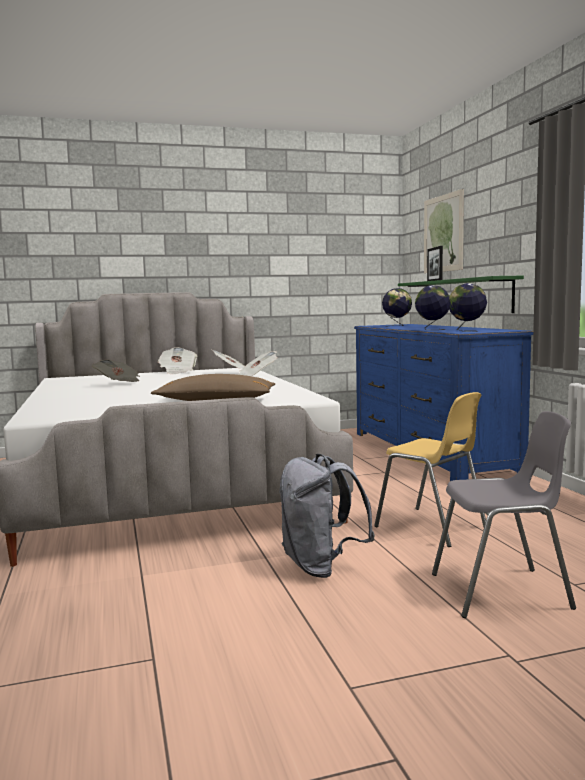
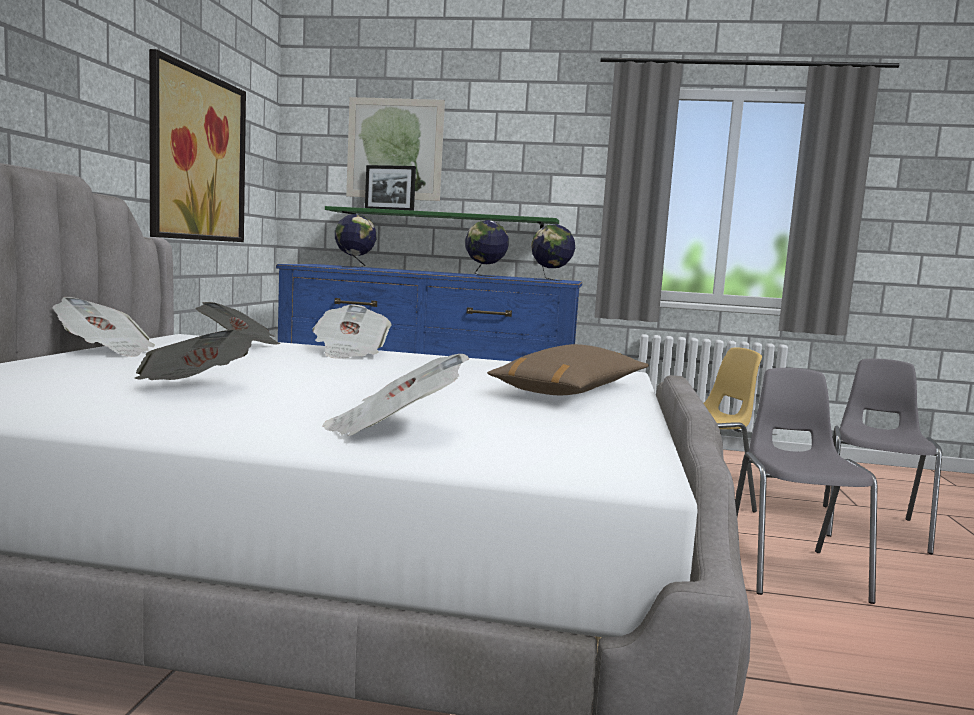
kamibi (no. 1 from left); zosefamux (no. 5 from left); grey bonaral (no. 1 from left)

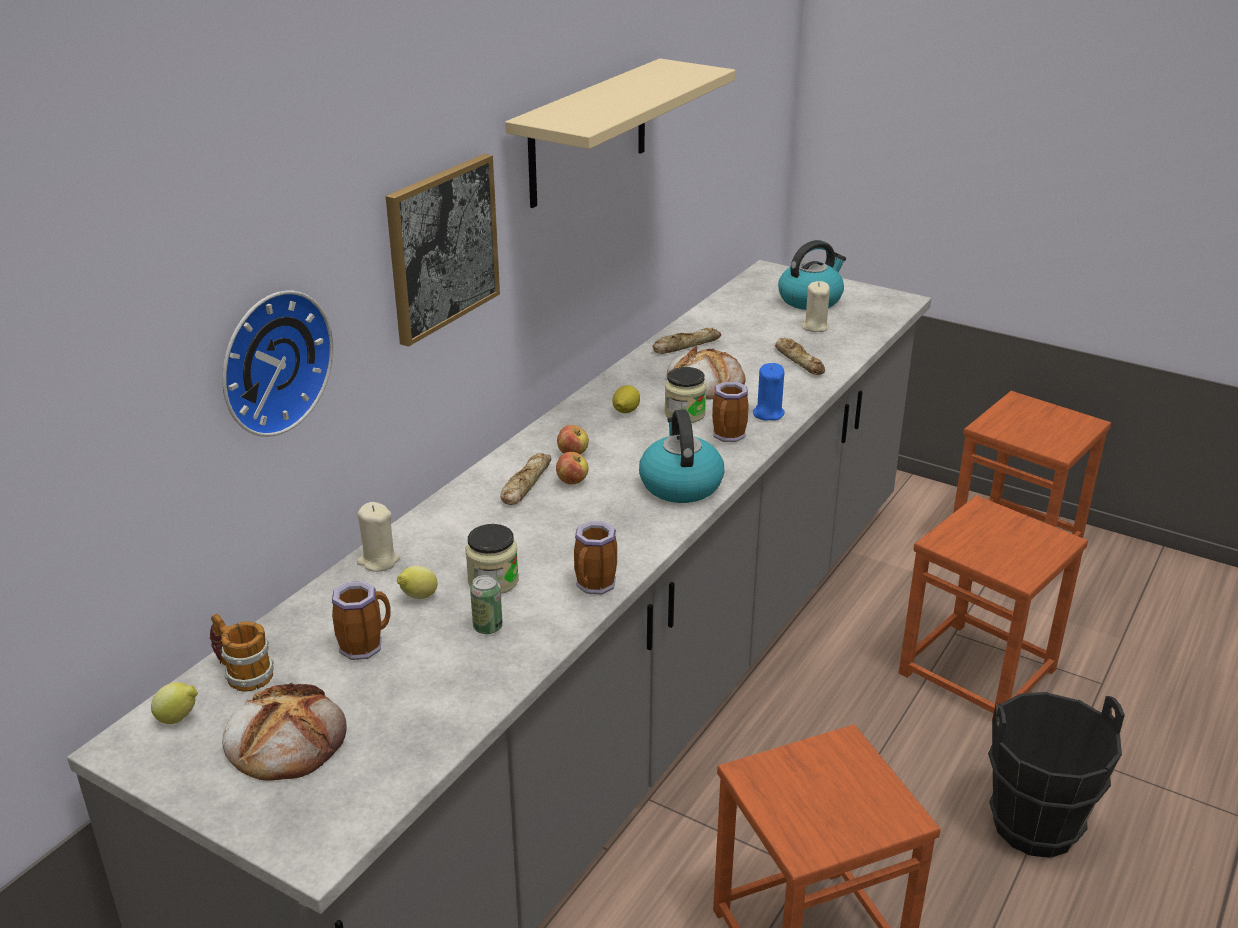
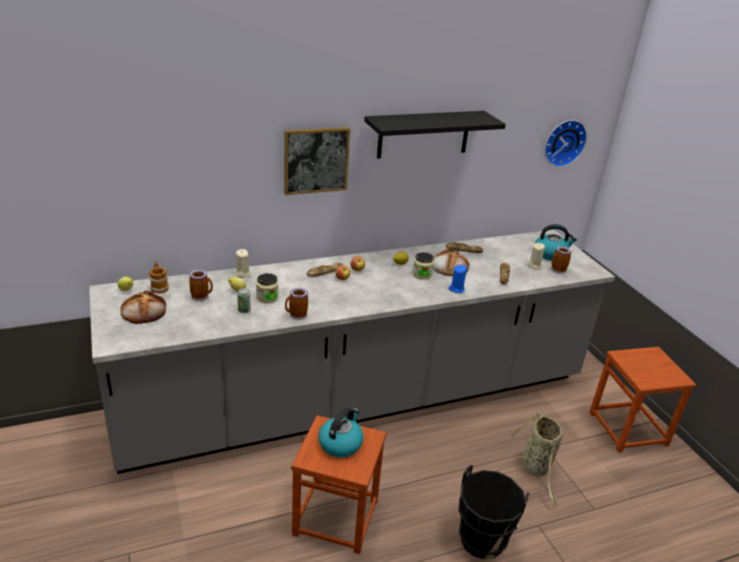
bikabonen; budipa (no. 1 from left); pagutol (no. 4 from left); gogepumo; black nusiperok

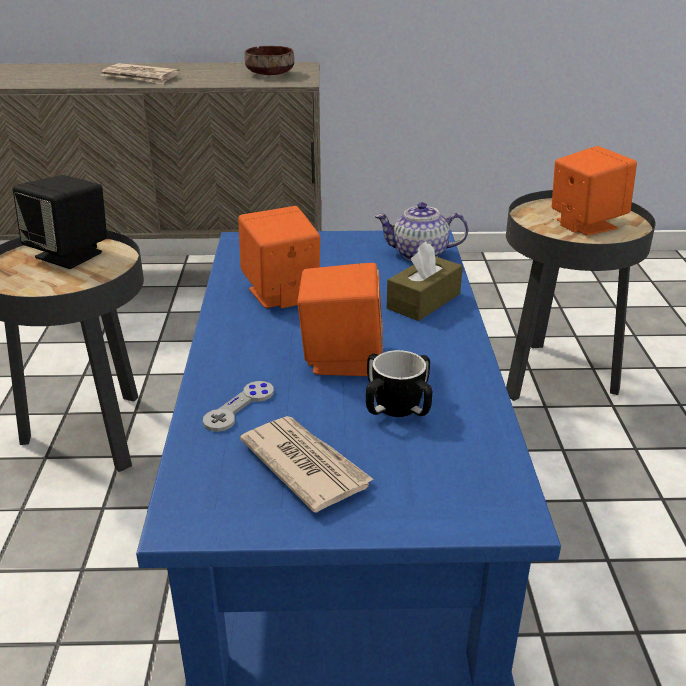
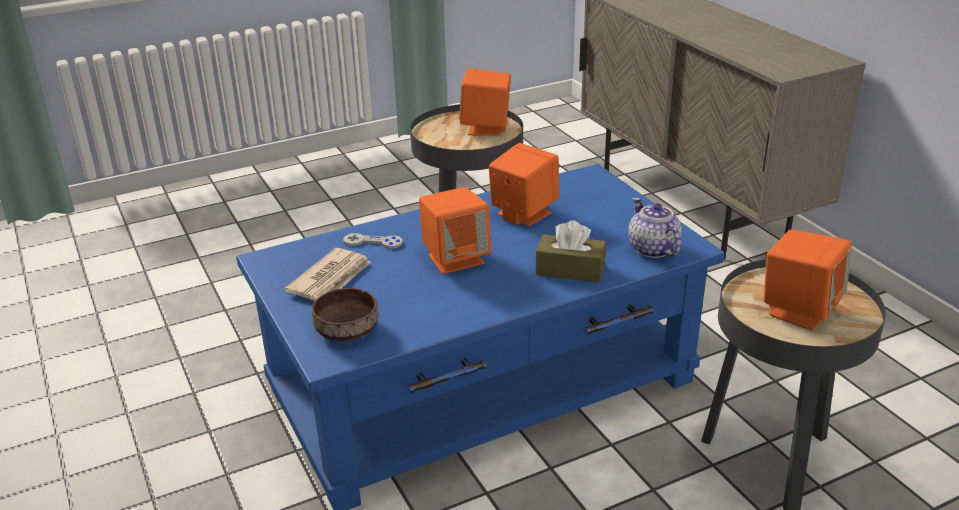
zosefamux (no. 1 from left in the first image); pagutol; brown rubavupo; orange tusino (no. 2 from left)

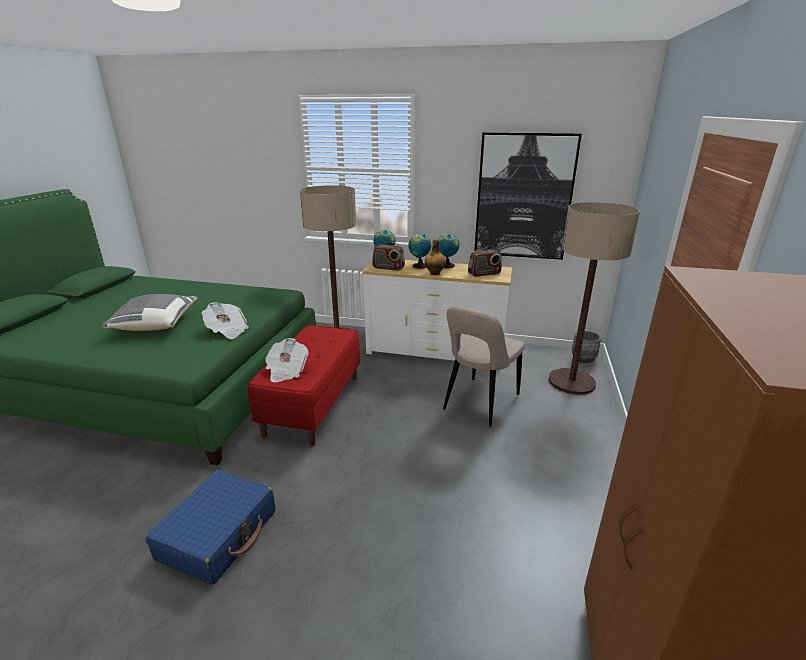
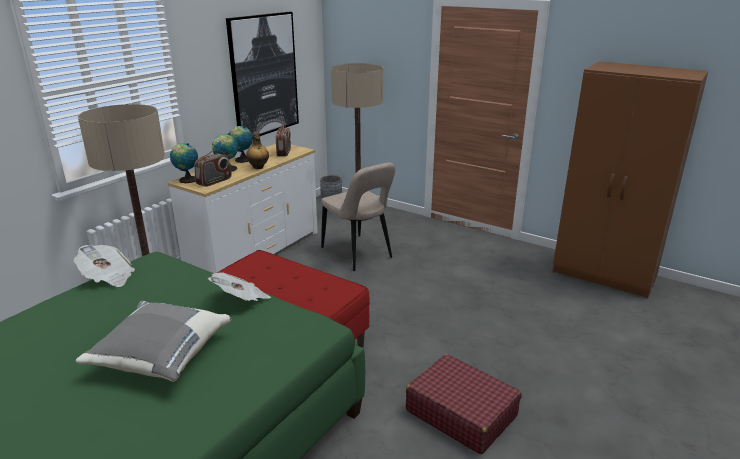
zosefamux (no. 1 from left); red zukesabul

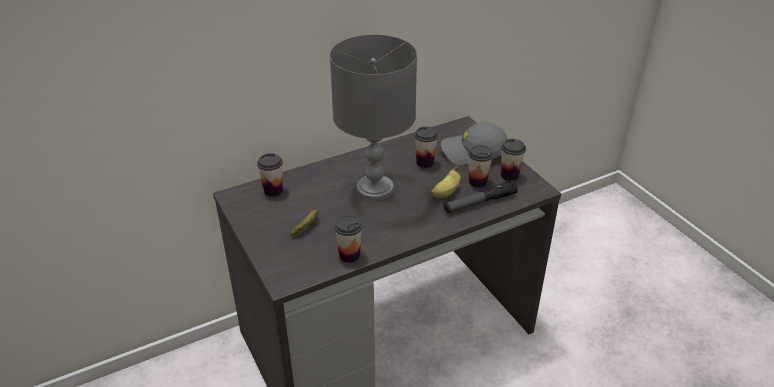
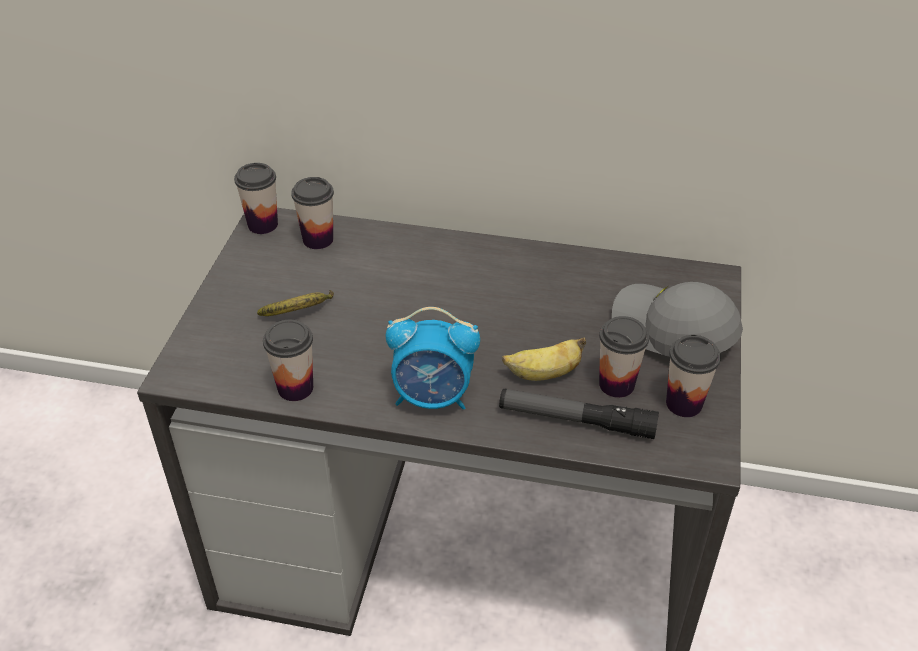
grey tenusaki; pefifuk; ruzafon (no. 1 from left)

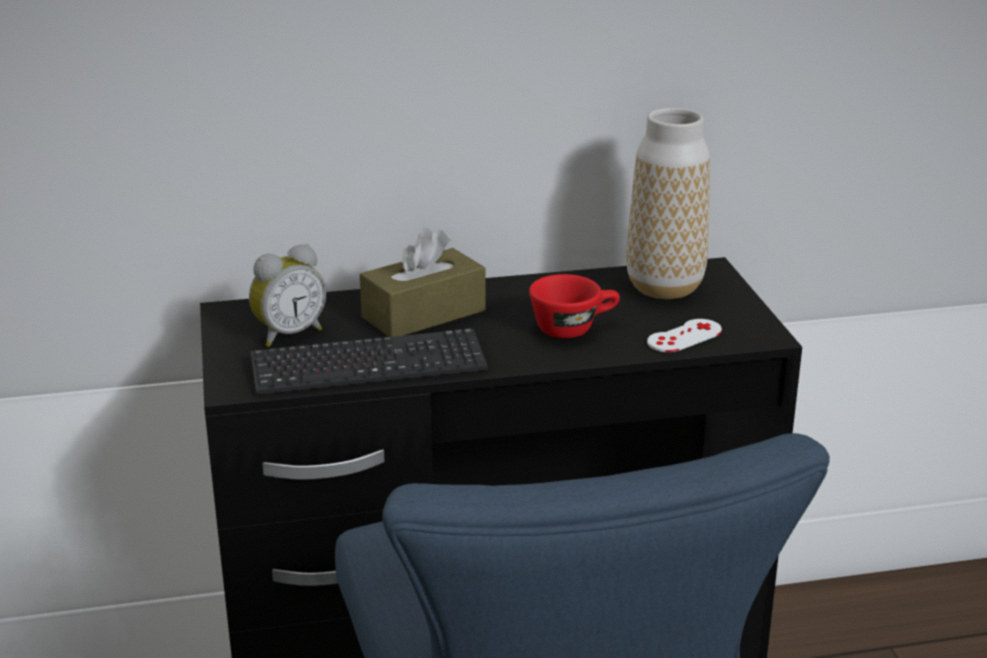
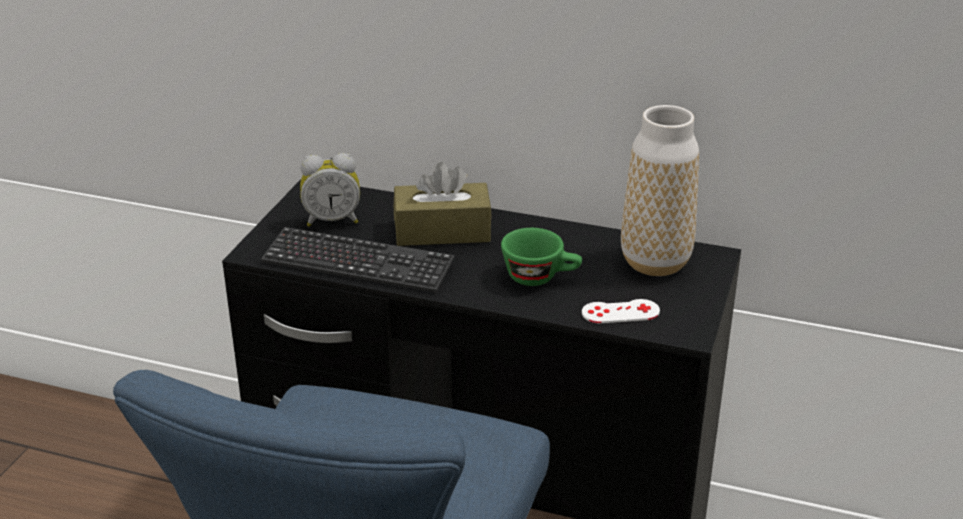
green ruzafon

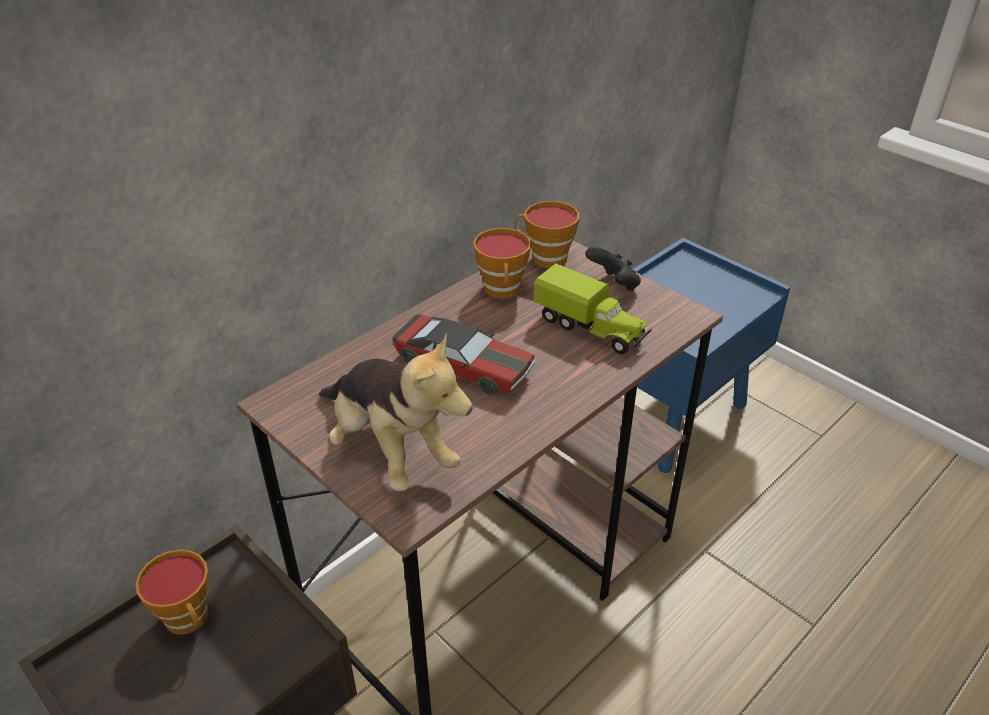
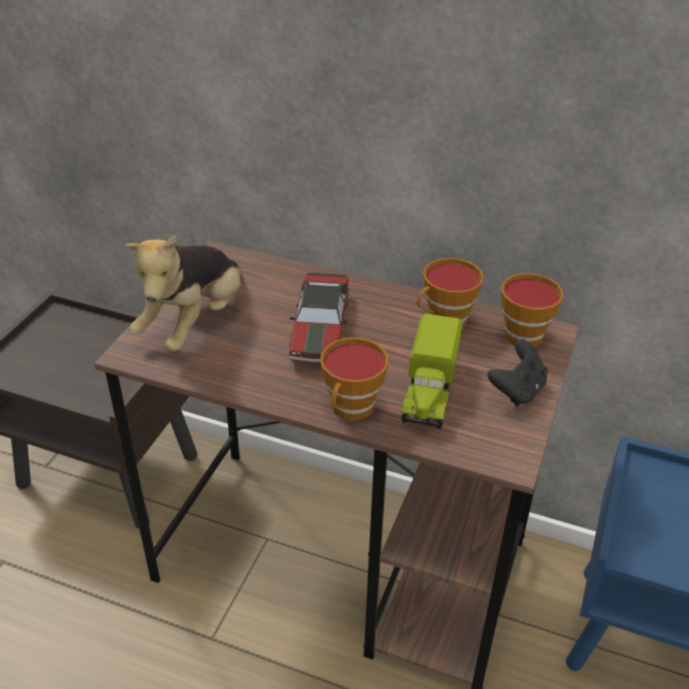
ruzafon (no. 1 from left)

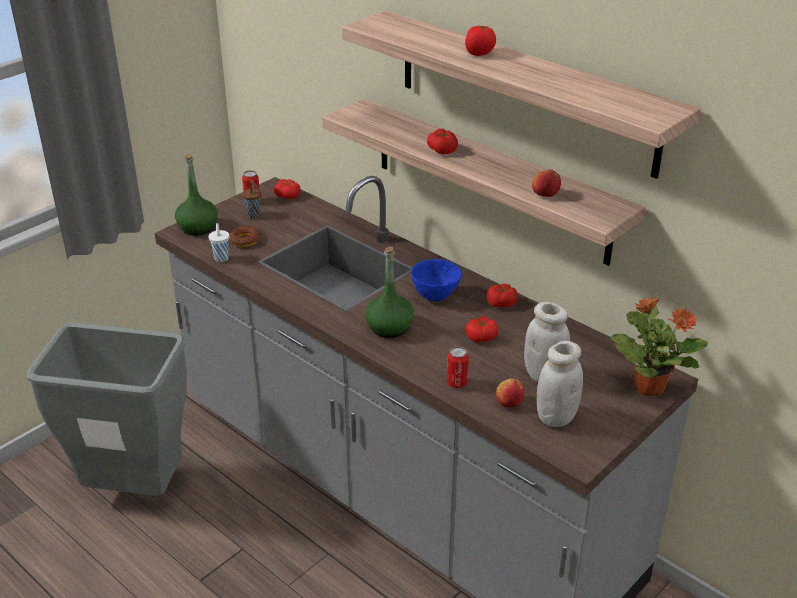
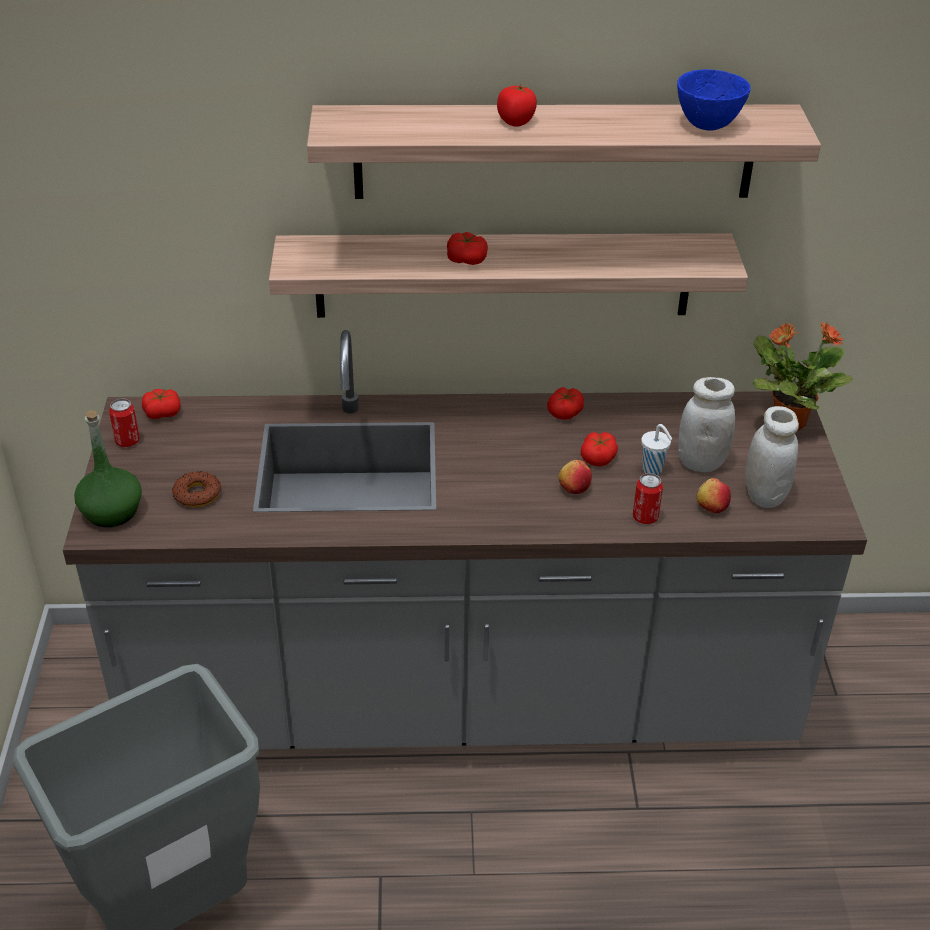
brown ruzafon; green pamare (no. 2 from left in the first image); white ruzafon; blue rubavupo; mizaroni (no. 1 from left)

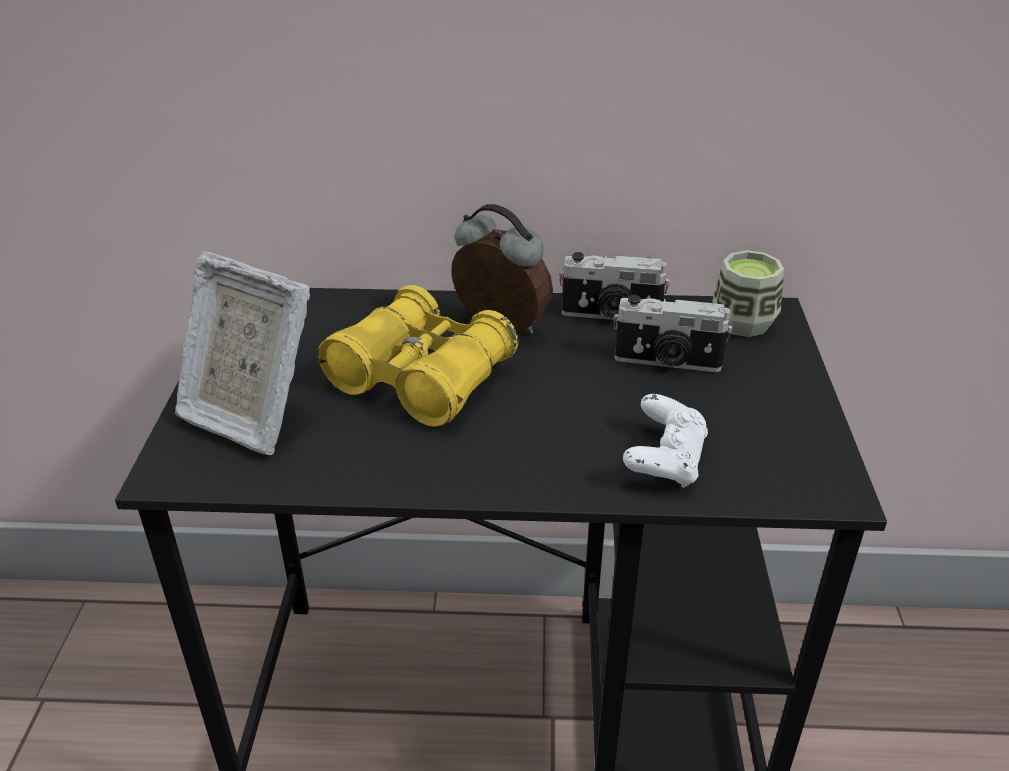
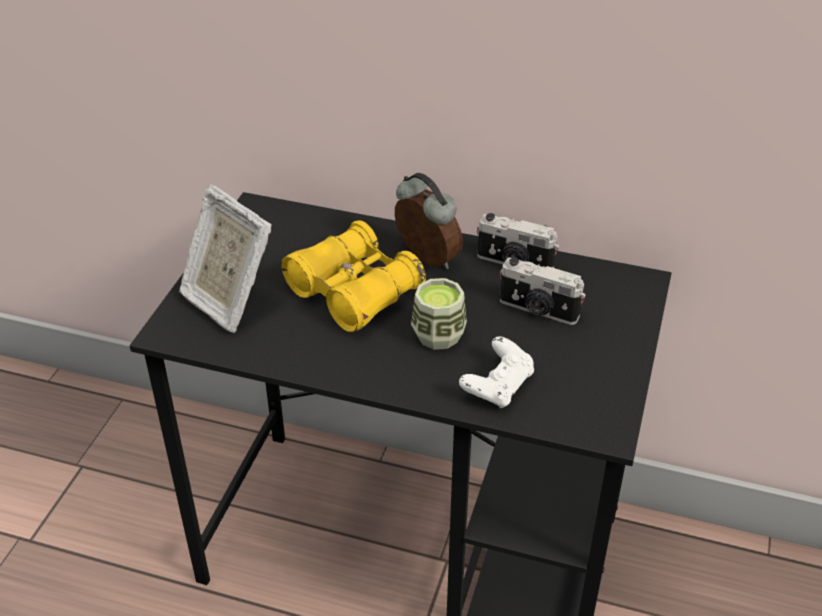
ruzafon

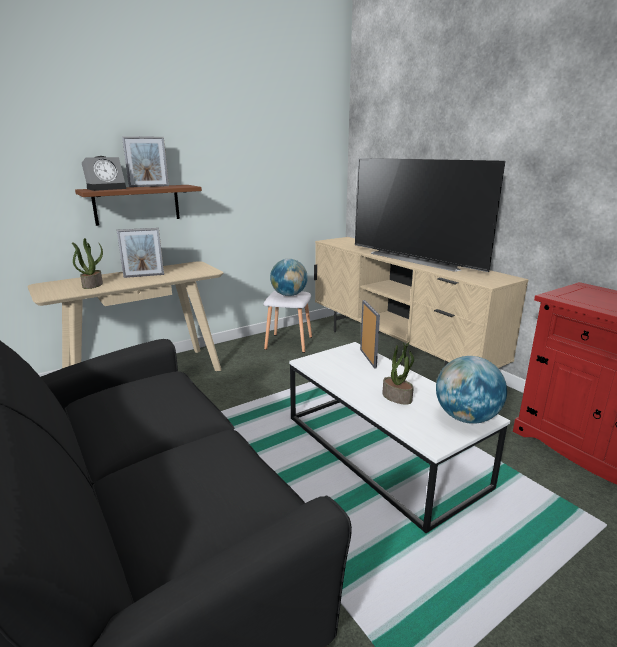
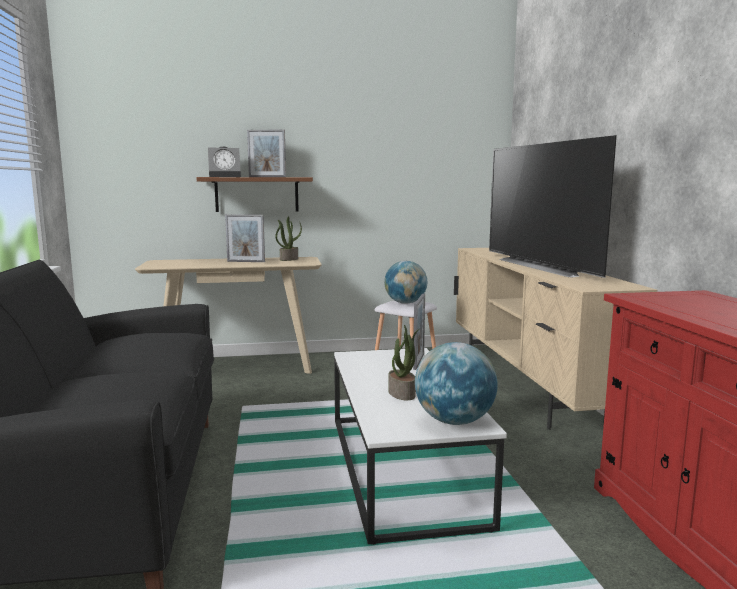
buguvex (no. 1 from left)

